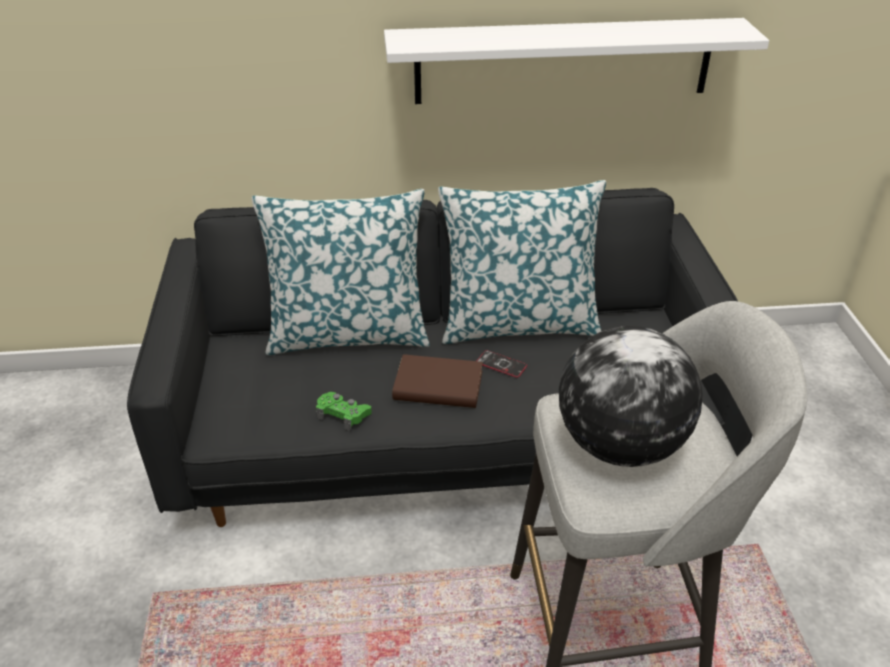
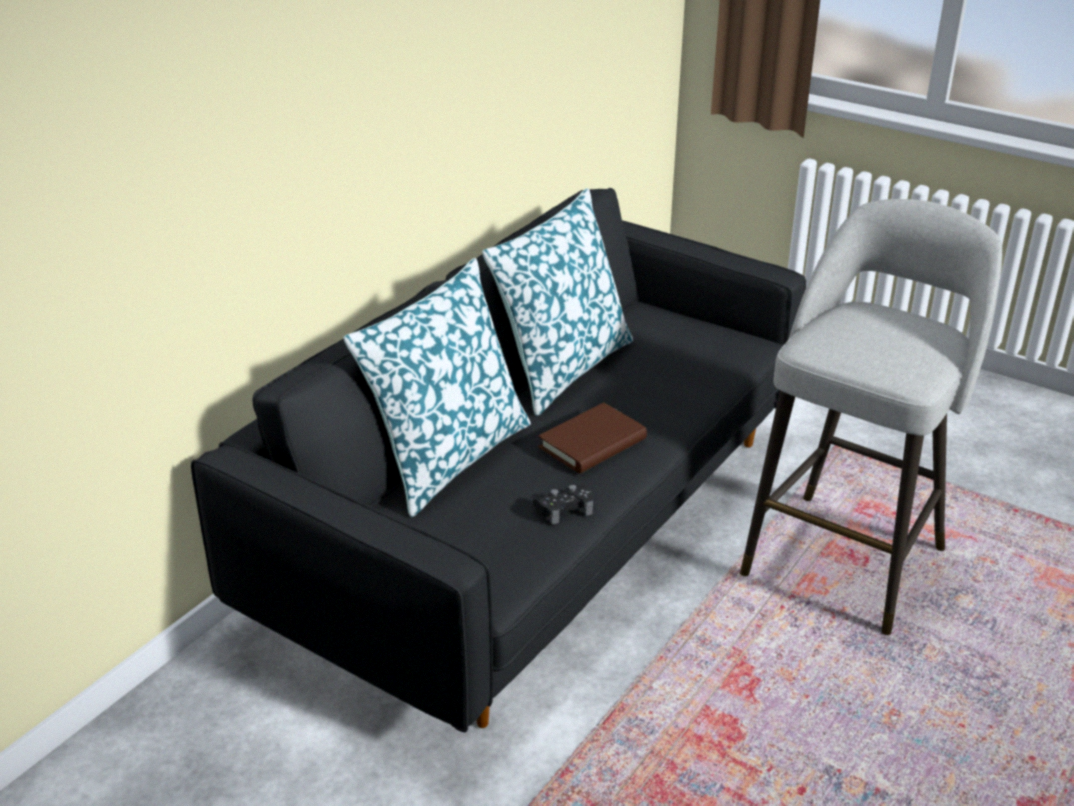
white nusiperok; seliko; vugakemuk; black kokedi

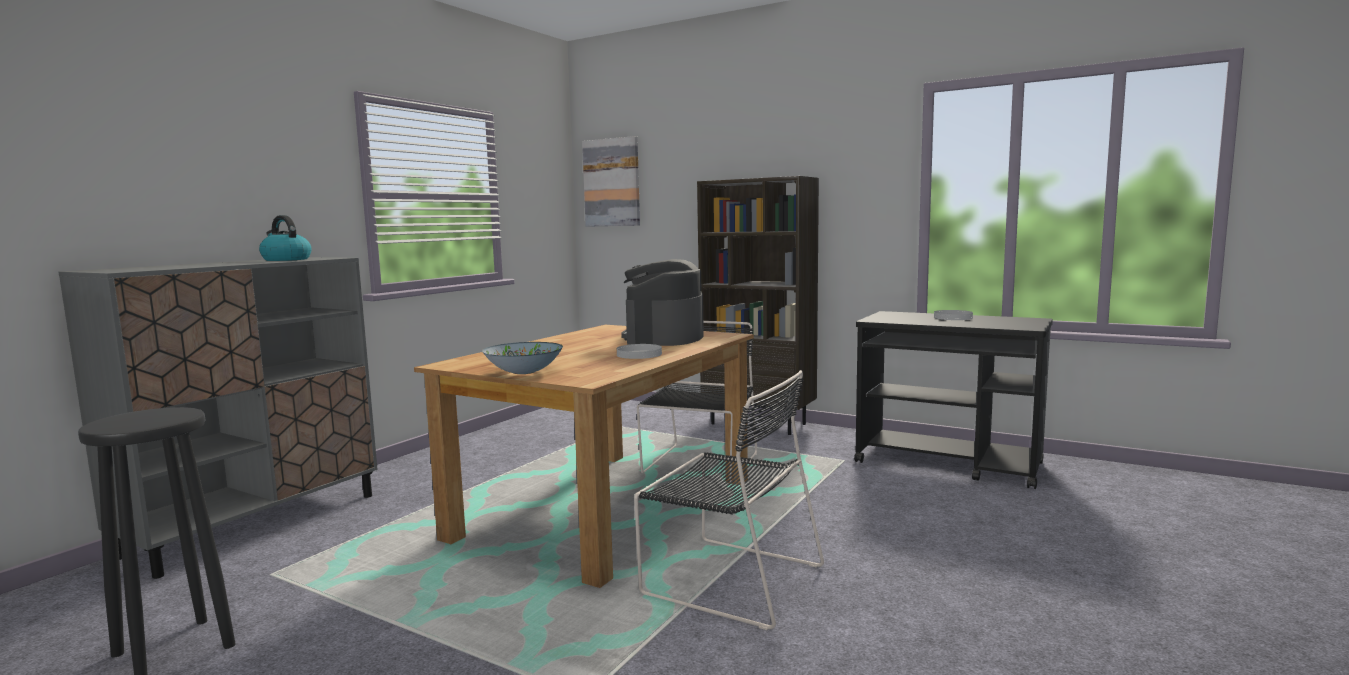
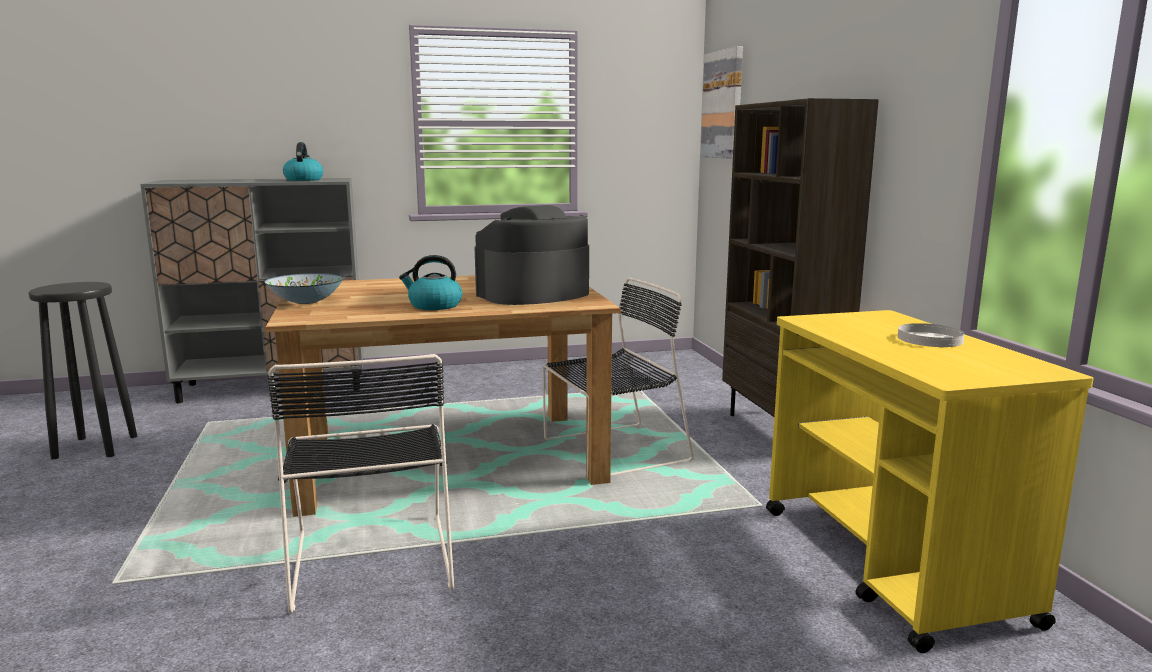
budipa (no. 2 from left); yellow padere

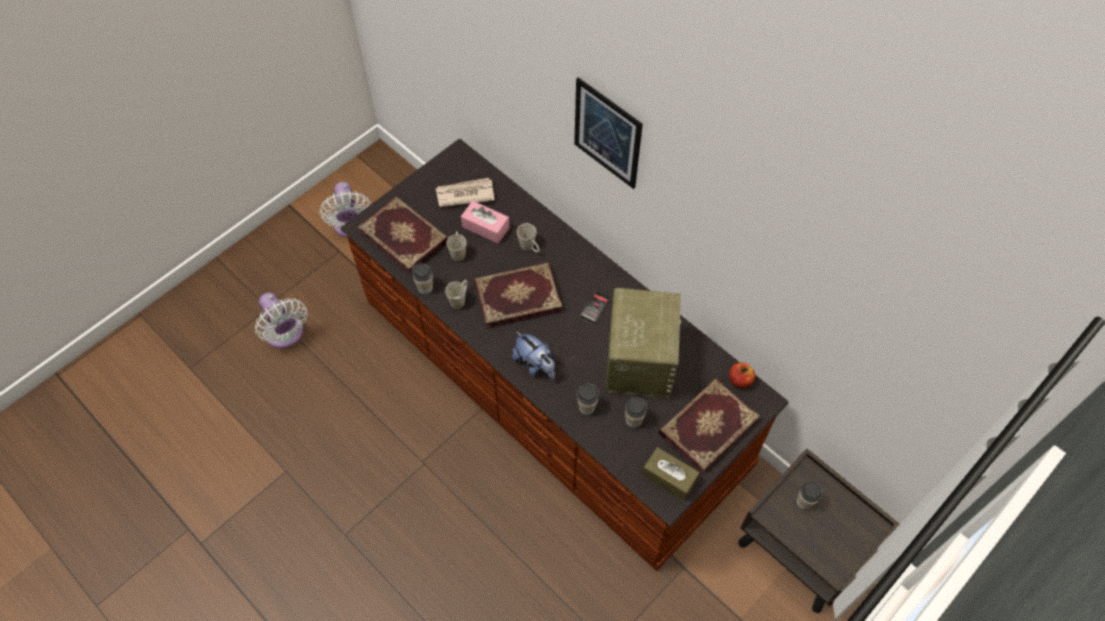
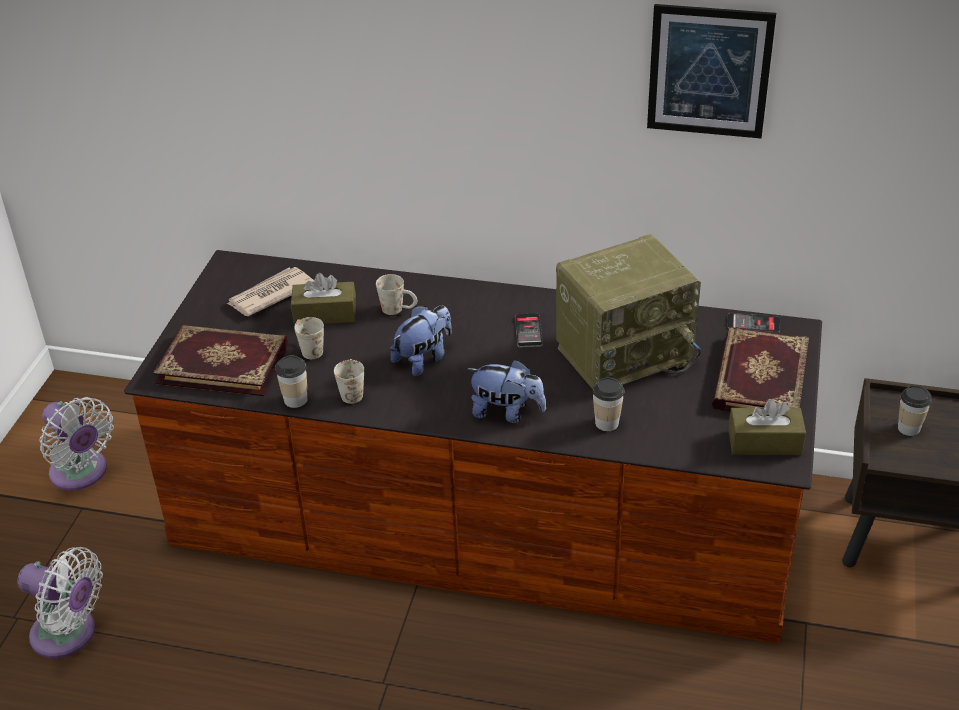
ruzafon (no. 3 from left in the first image); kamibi; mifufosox (no. 1 from left); seliko (no. 2 from left); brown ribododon (no. 1 from left); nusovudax

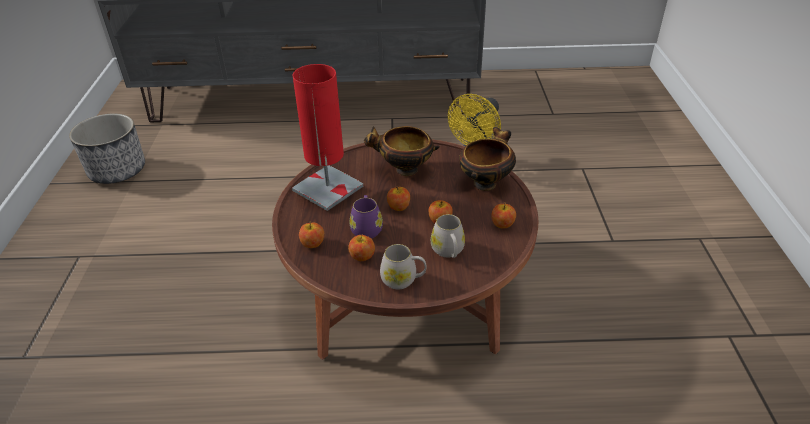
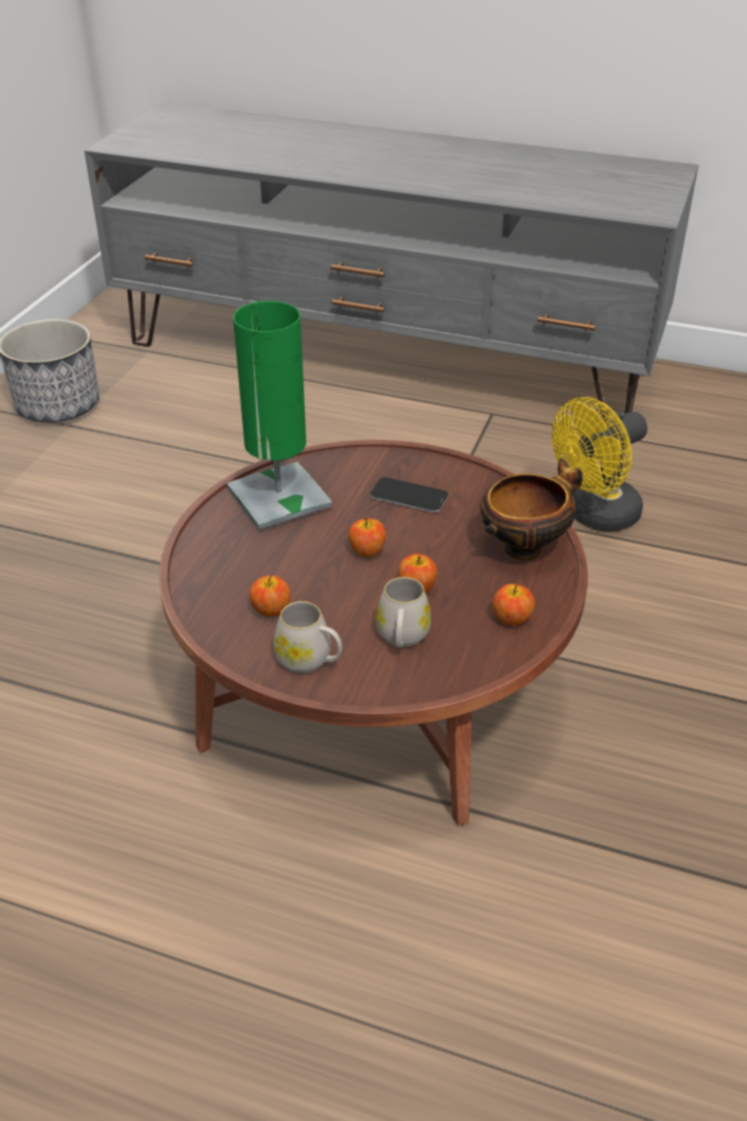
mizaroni (no. 1 from left in the first image); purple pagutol; seliko; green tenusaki

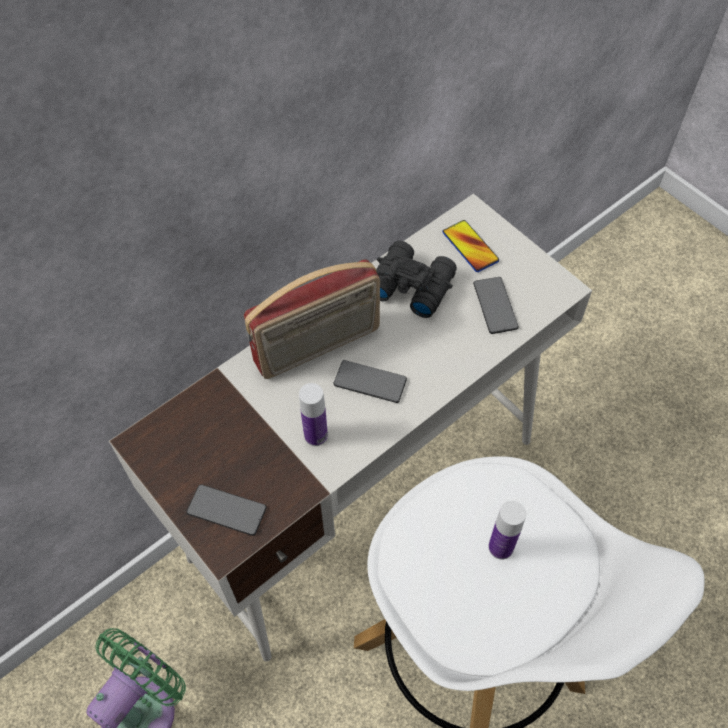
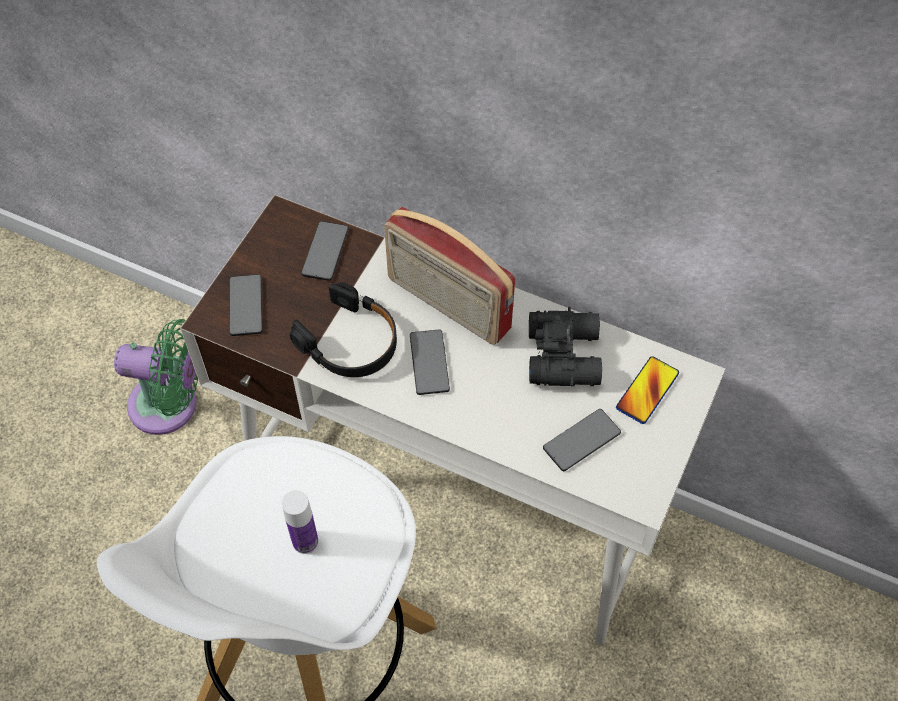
seliko (no. 2 from left); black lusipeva

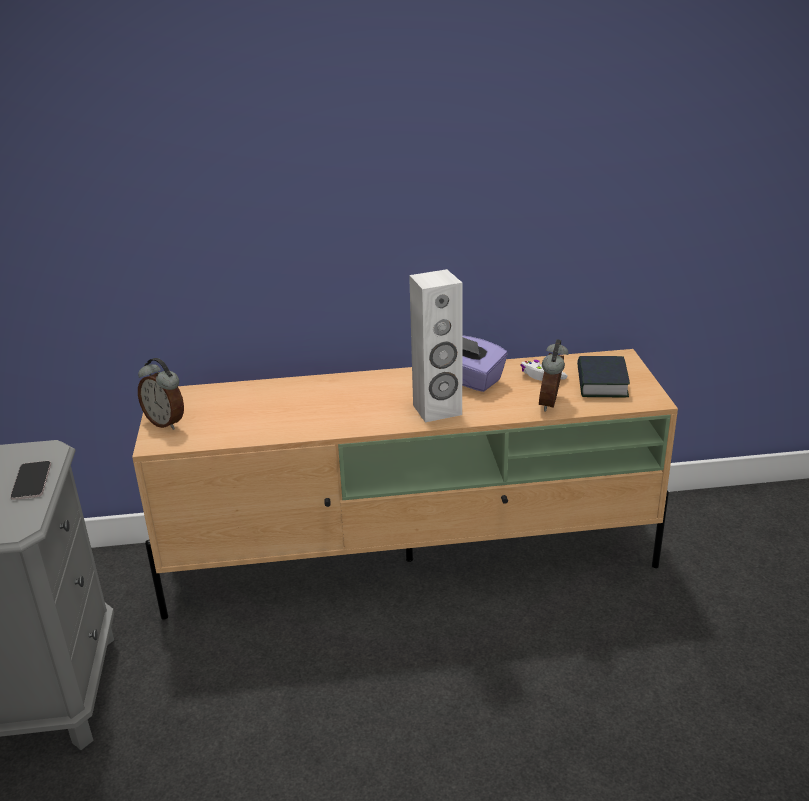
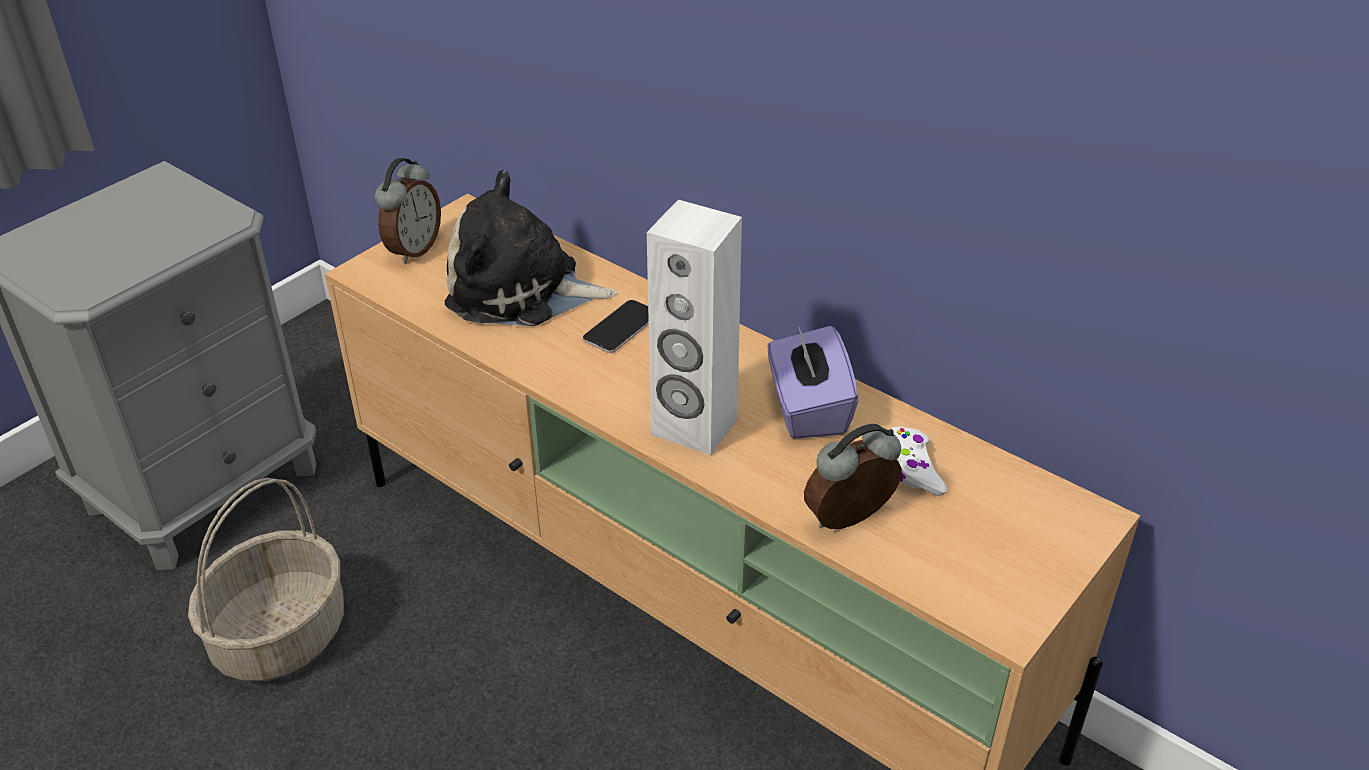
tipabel; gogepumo; mifufosox; seliko; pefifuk (no. 1 from left)

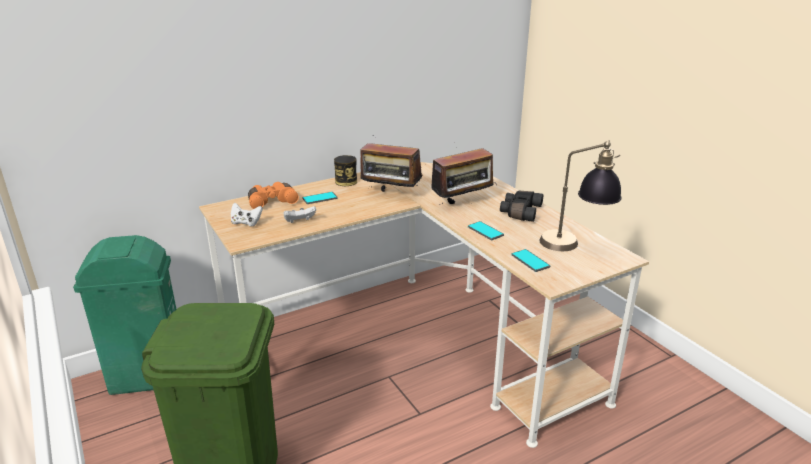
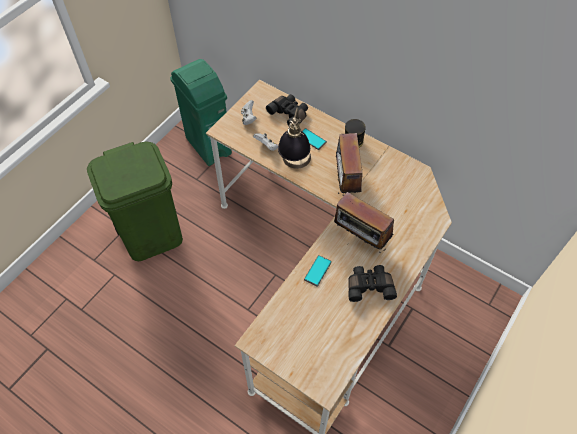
seliko (no. 3 from left in the first image); tenusaki; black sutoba (no. 1 from left)

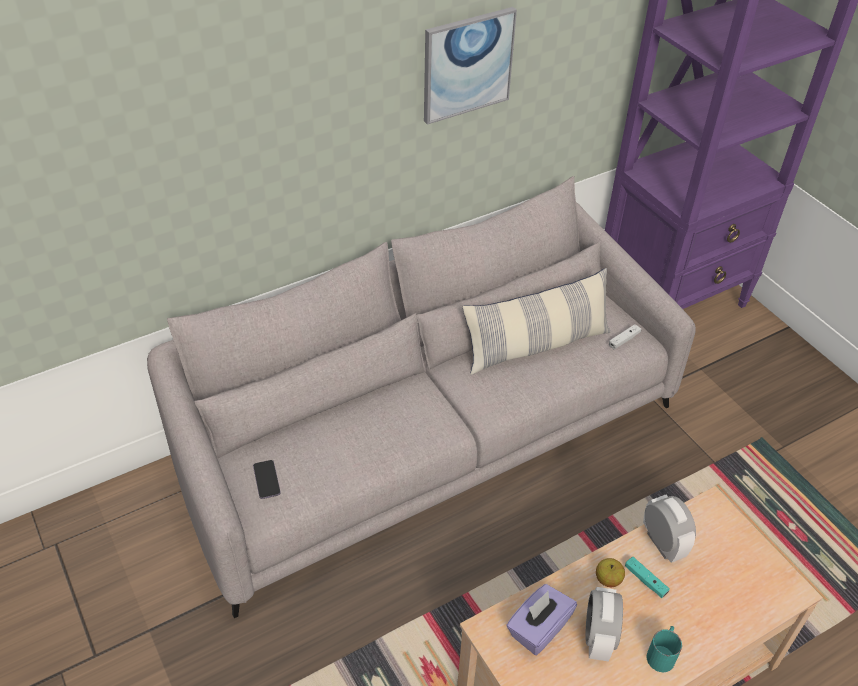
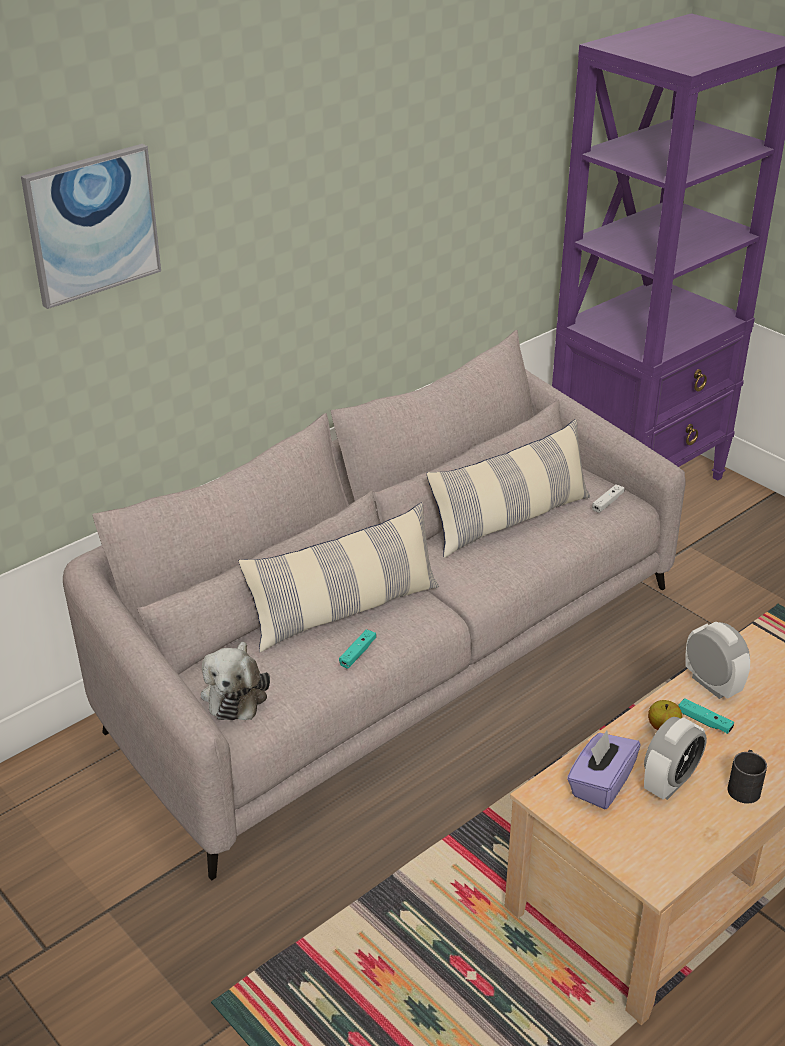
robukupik (no. 1 from left); turquoise kokedi (no. 1 from left); kamibi; mifufosox; black pagutol; pefifuk (no. 1 from left)

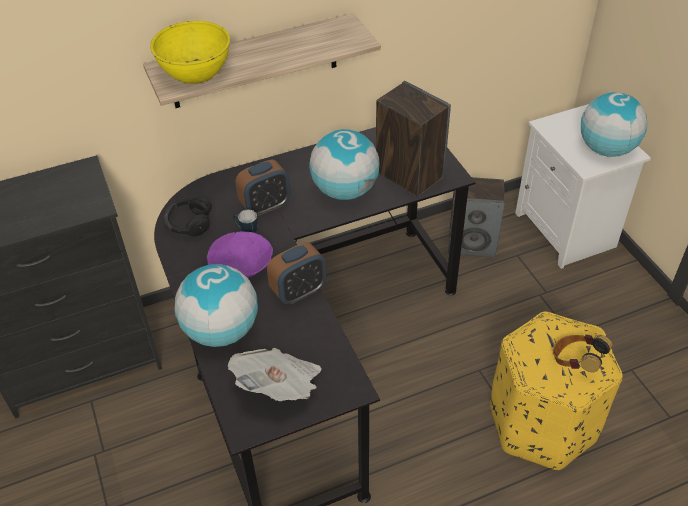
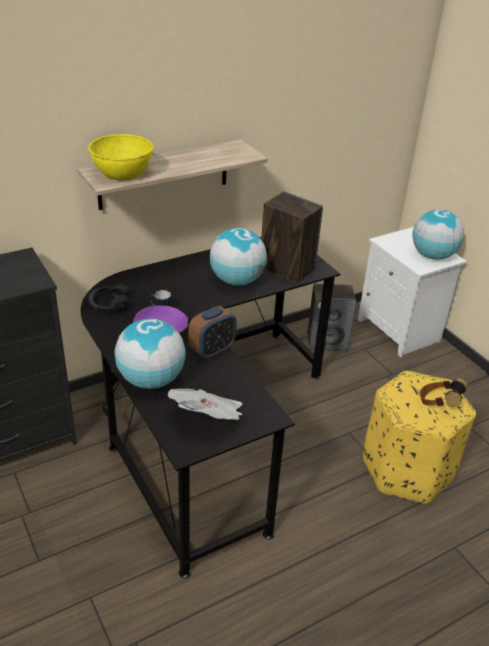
pefifuk (no. 1 from left in the first image)

